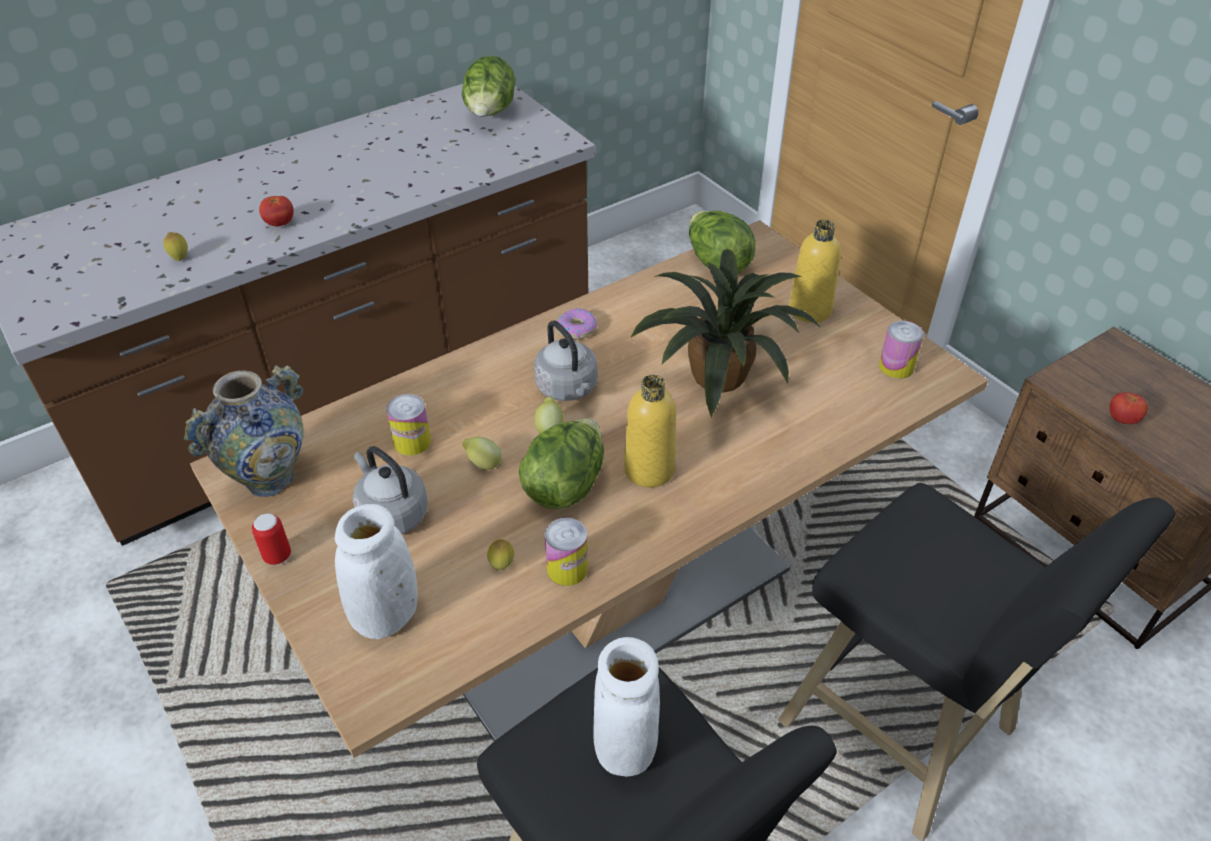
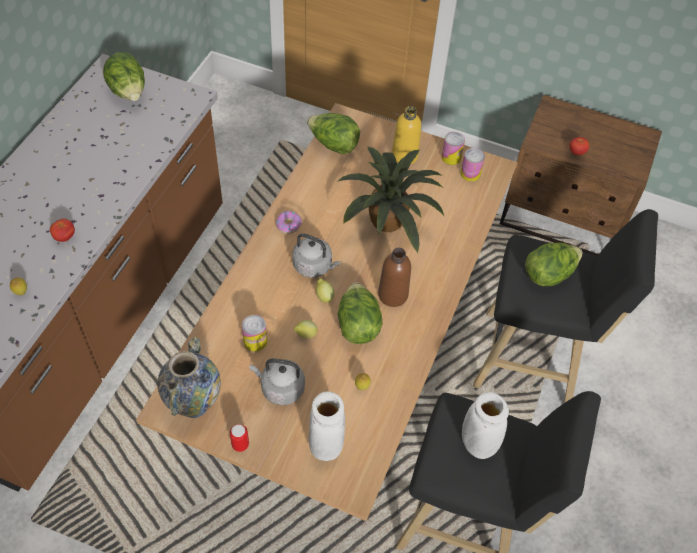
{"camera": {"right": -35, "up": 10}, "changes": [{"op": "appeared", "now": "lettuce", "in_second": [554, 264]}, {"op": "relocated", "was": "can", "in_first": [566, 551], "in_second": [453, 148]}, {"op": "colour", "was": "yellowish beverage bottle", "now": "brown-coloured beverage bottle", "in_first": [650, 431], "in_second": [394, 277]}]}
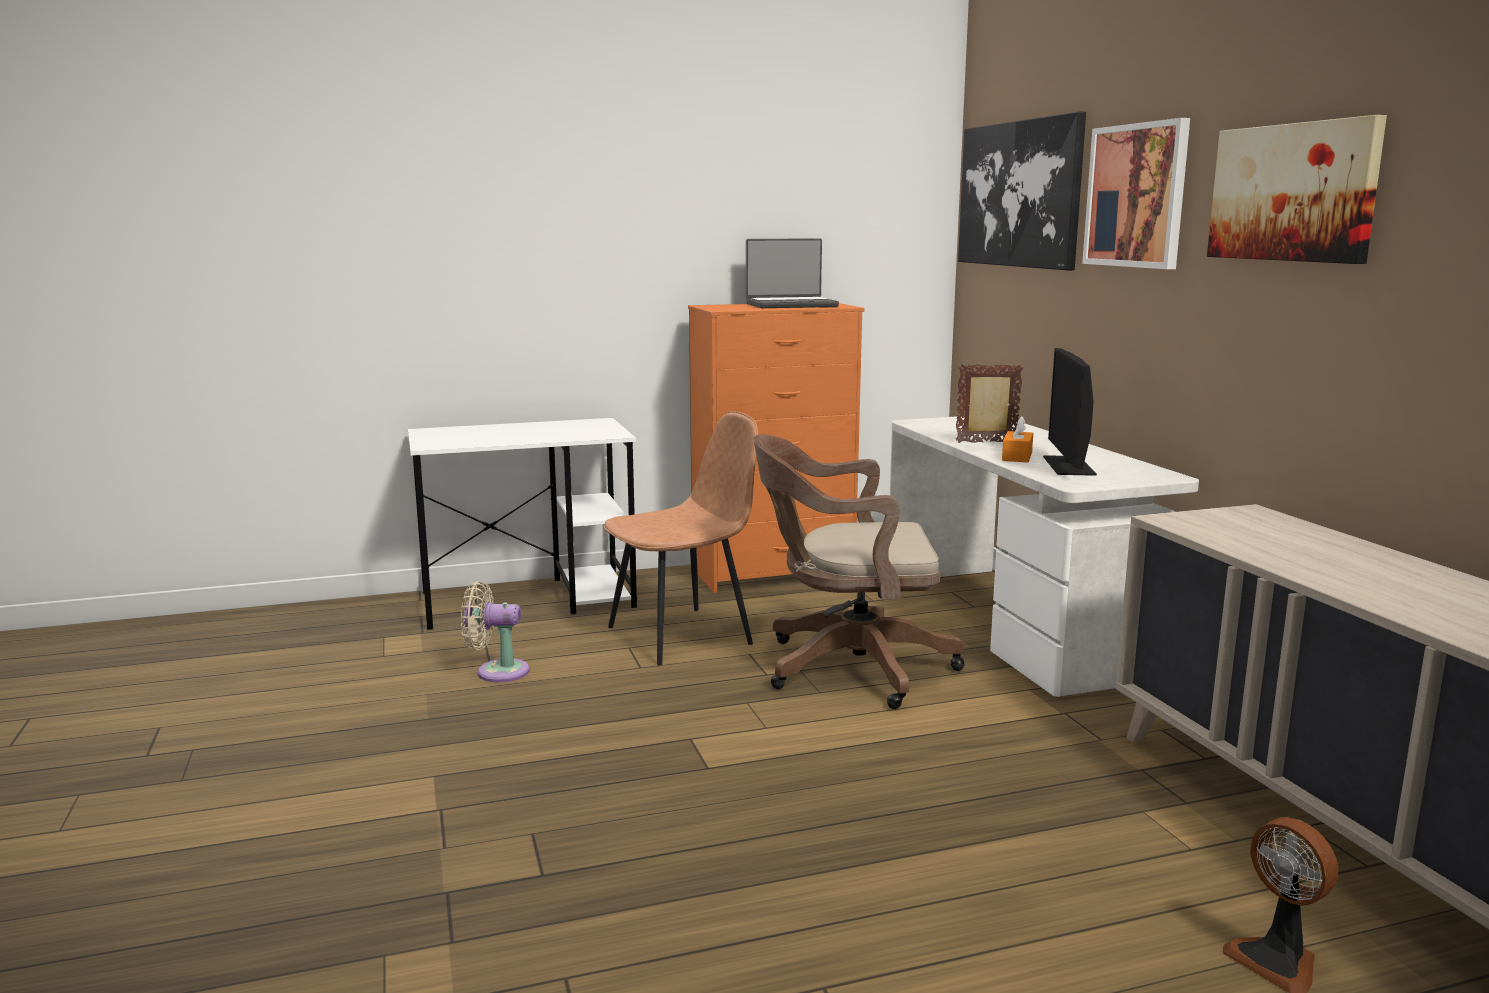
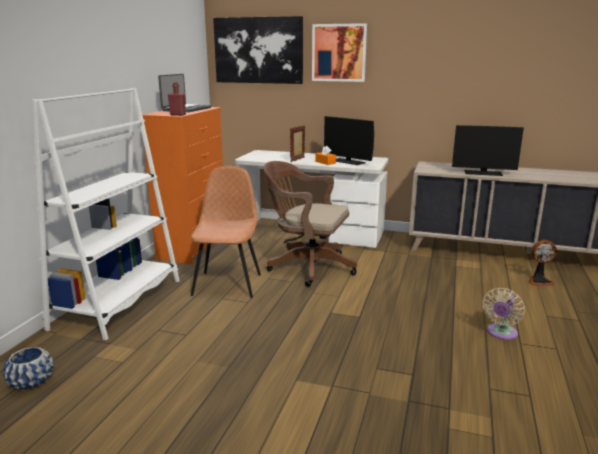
{"camera": {"right": -55, "up": 5}, "changes": [{"op": "missing", "was": "picture", "in_first": [1297, 189]}, {"op": "appeared", "now": "bluish flower pot", "in_second": [28, 368]}, {"op": "appeared", "now": "red-coloured beverage bottle", "in_second": [177, 99]}, {"op": "appeared", "now": "computer screen", "in_second": [488, 150]}, {"op": "relocated", "was": "beige cooling fan", "in_first": [495, 631], "in_second": [504, 314]}, {"op": "exchanged", "was": "white desk unit", "now": "white bookcase", "in_first": [522, 524], "in_second": [106, 214]}, {"op": "spun", "was": "brown-coloured computer chair", "in_first": [859, 571], "in_second": [310, 224], "clockwise": 75}]}
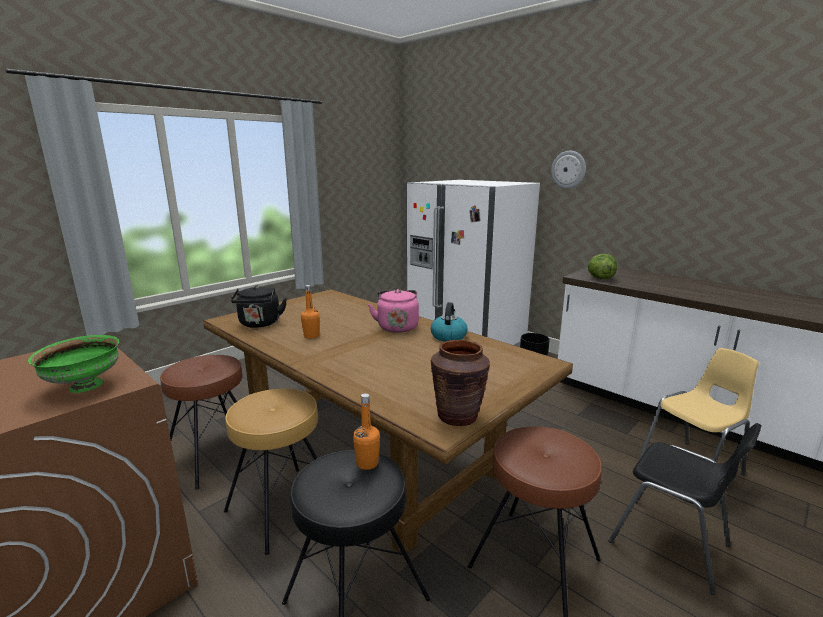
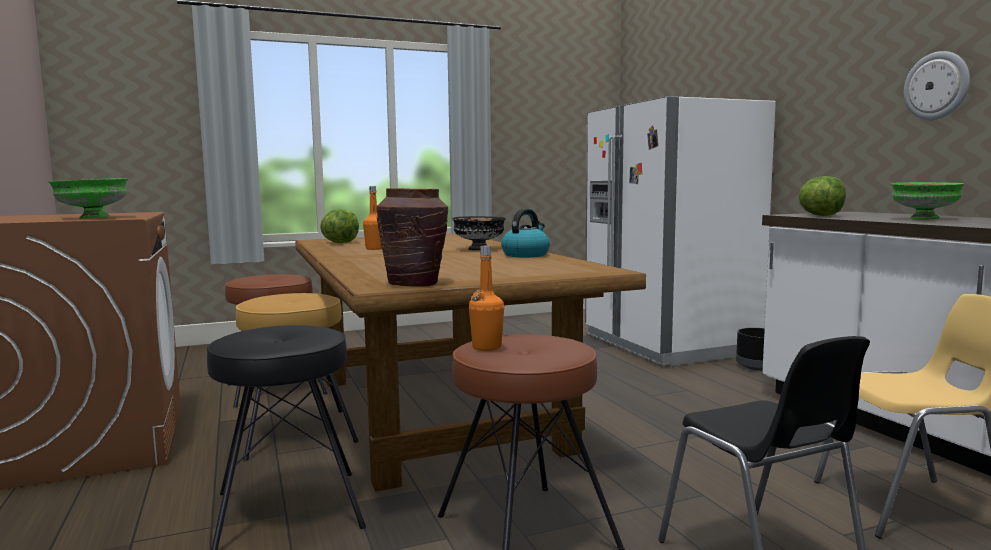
{"camera": {"right": 25, "up": -10}, "changes": [{"op": "appeared", "now": "greenish bowl", "in_second": [928, 201]}, {"op": "relocated", "was": "orangey beverage bottle", "in_first": [366, 431], "in_second": [486, 298]}, {"op": "relocated", "was": "wall clock", "in_first": [568, 170], "in_second": [937, 85]}, {"op": "exchanged", "was": "blackish kettle", "now": "lettuce", "in_first": [259, 306], "in_second": [339, 226]}, {"op": "exchanged", "was": "pinkish kettle", "now": "blackish bowl", "in_first": [393, 311], "in_second": [479, 233]}]}
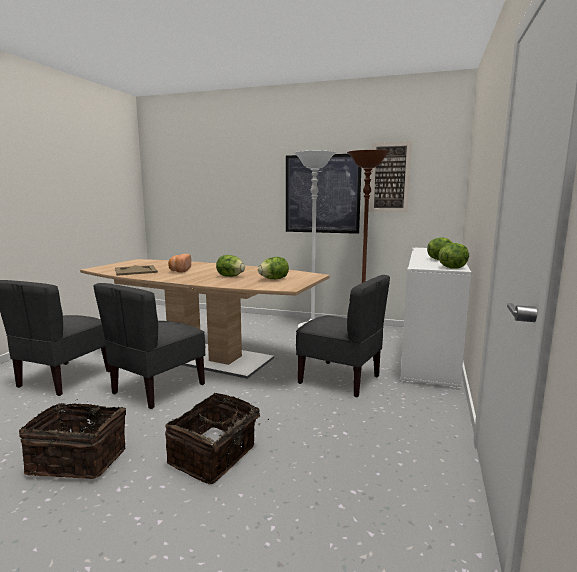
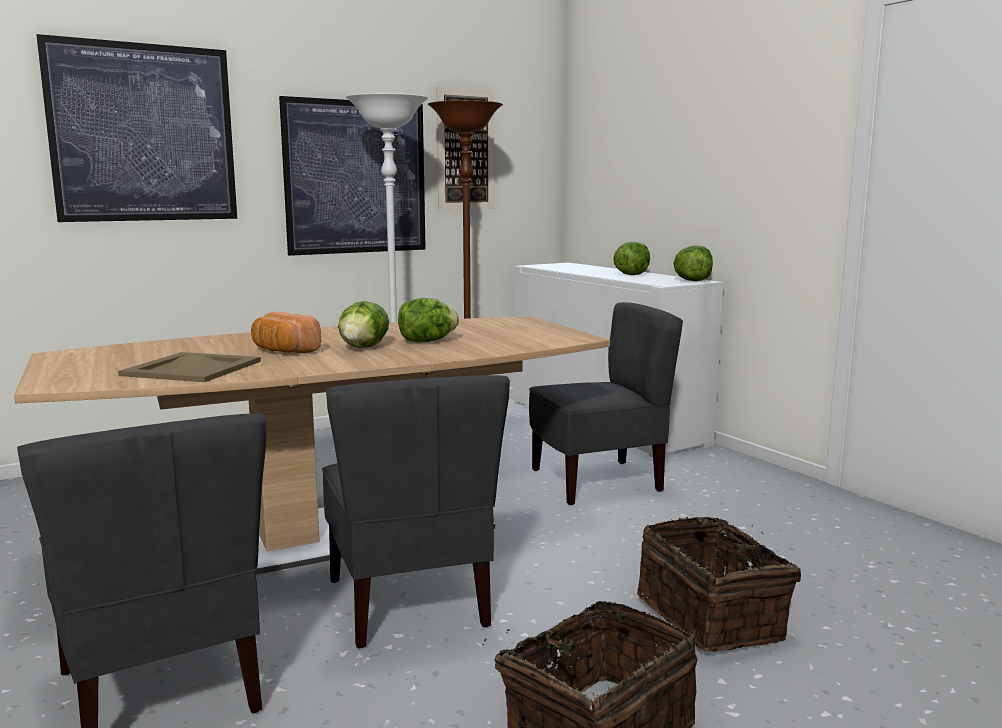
{"camera": {"right": -50, "up": 0}, "changes": [{"op": "appeared", "now": "picture", "in_second": [137, 128]}, {"op": "relocated", "was": "lettuce", "in_first": [273, 268], "in_second": [363, 324]}]}
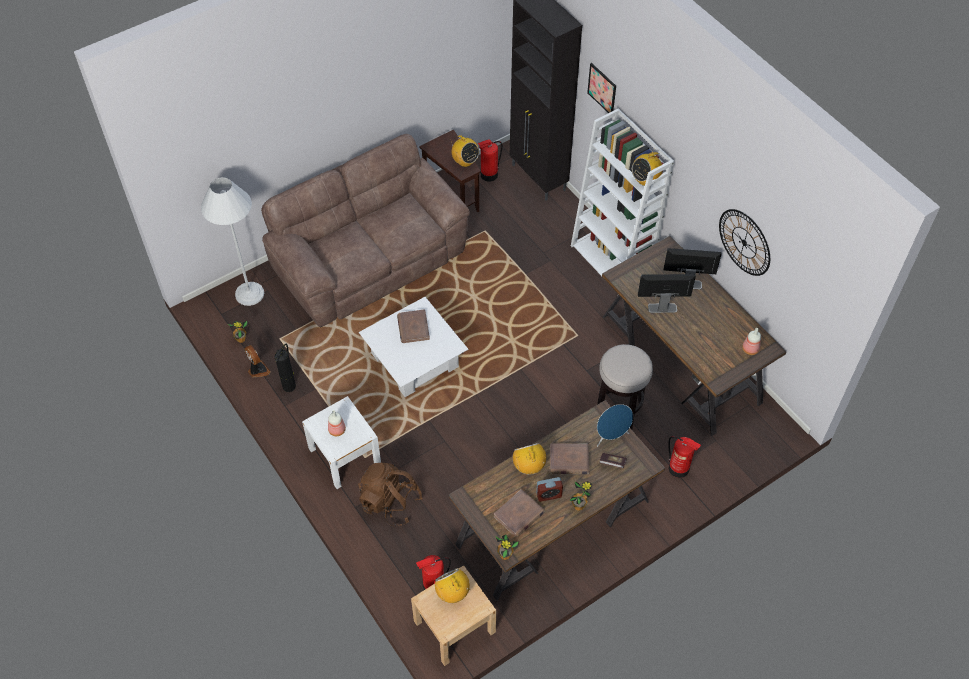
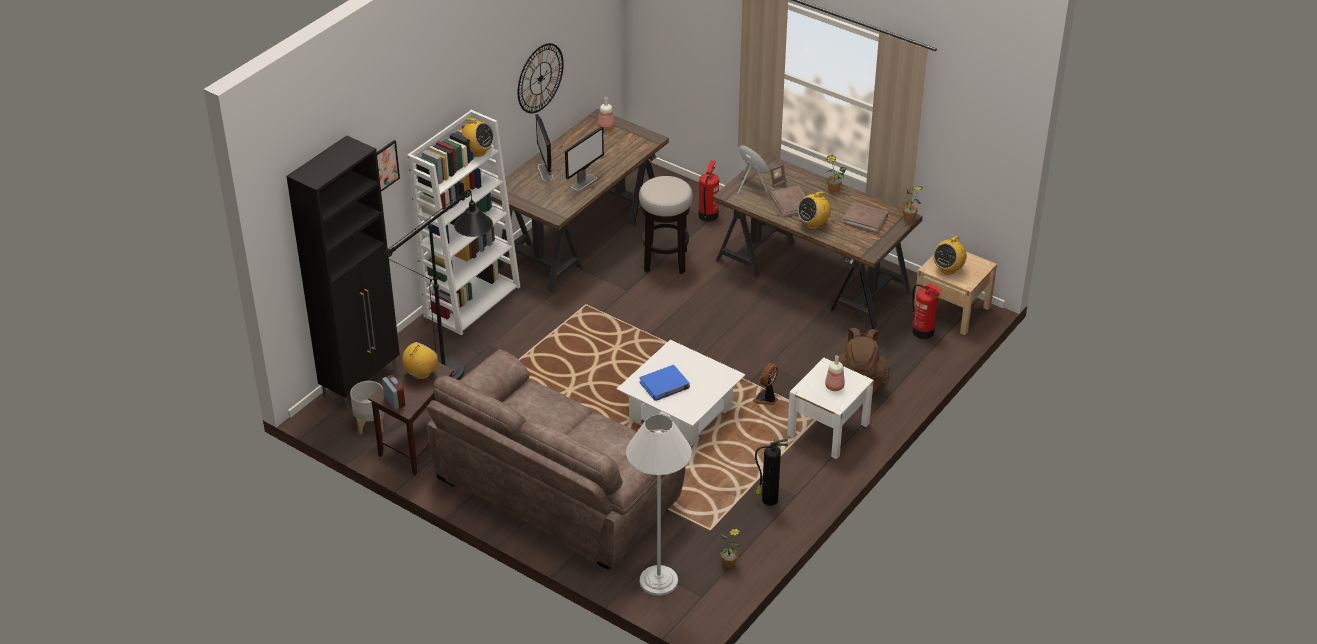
{"camera": {"right": -110, "up": -15}, "changes": [{"op": "appeared", "now": "blackish floor lamp", "in_second": [438, 284]}, {"op": "relocated", "was": "cooling fan", "in_first": [257, 361], "in_second": [765, 384]}, {"op": "relocated", "was": "bedside clock", "in_first": [549, 489], "in_second": [393, 392]}, {"op": "exchanged", "was": "extinguisher", "now": "greyish flower pot", "in_first": [490, 161], "in_second": [367, 407]}, {"op": "colour", "was": "brown-coloured volume", "now": "bluish volume", "in_first": [413, 326], "in_second": [664, 383]}, {"op": "spun", "was": "computer screen", "in_first": [667, 293], "in_second": [584, 158], "clockwise": -120}]}
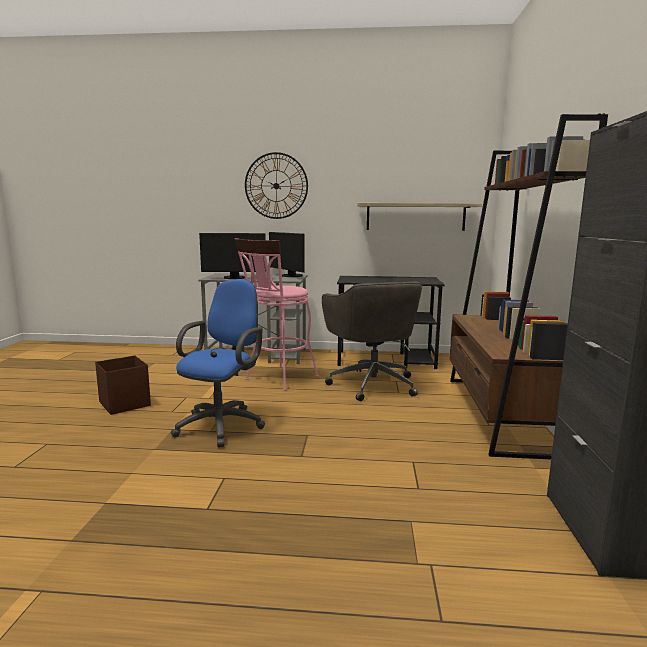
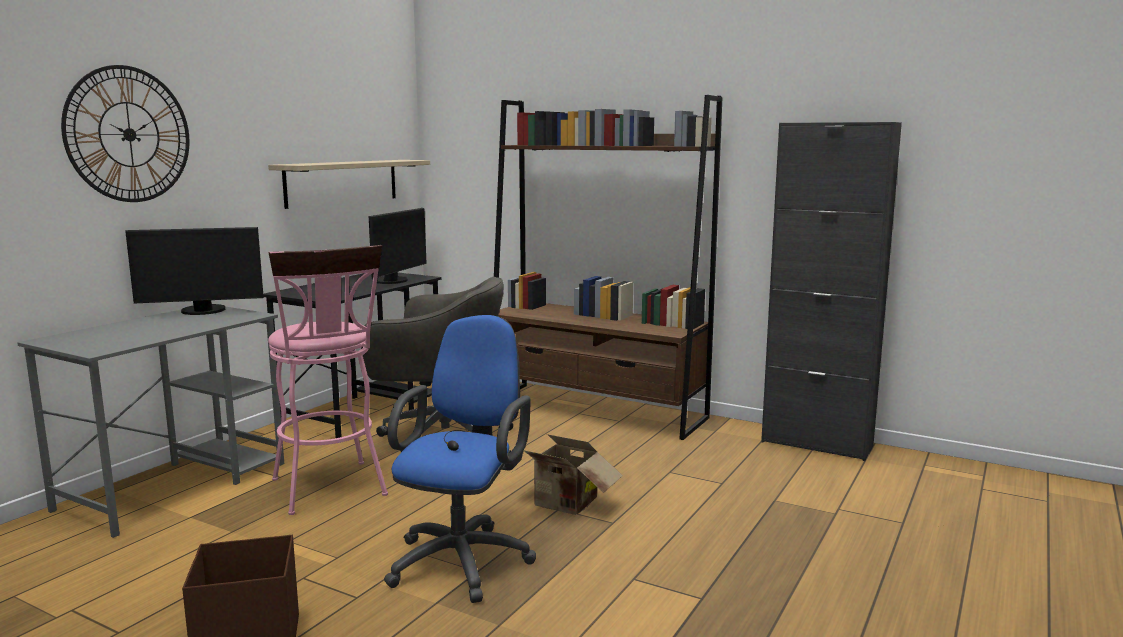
{"camera": {"right": -65, "up": 0}, "changes": [{"op": "appeared", "now": "packing box", "in_second": [567, 474]}, {"op": "relocated", "was": "computer screen", "in_first": [232, 256], "in_second": [398, 246]}, {"op": "spun", "was": "bluish computer chair", "in_first": [218, 363], "in_second": [460, 459], "clockwise": 60}]}
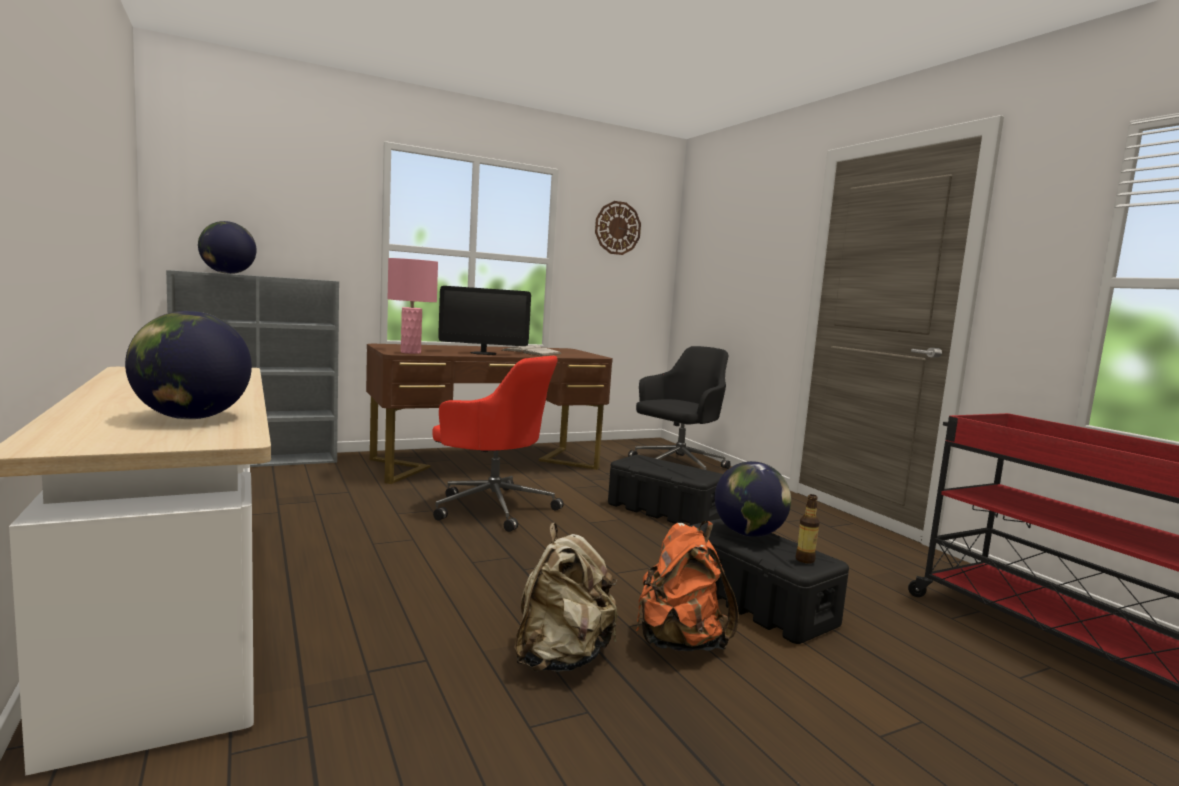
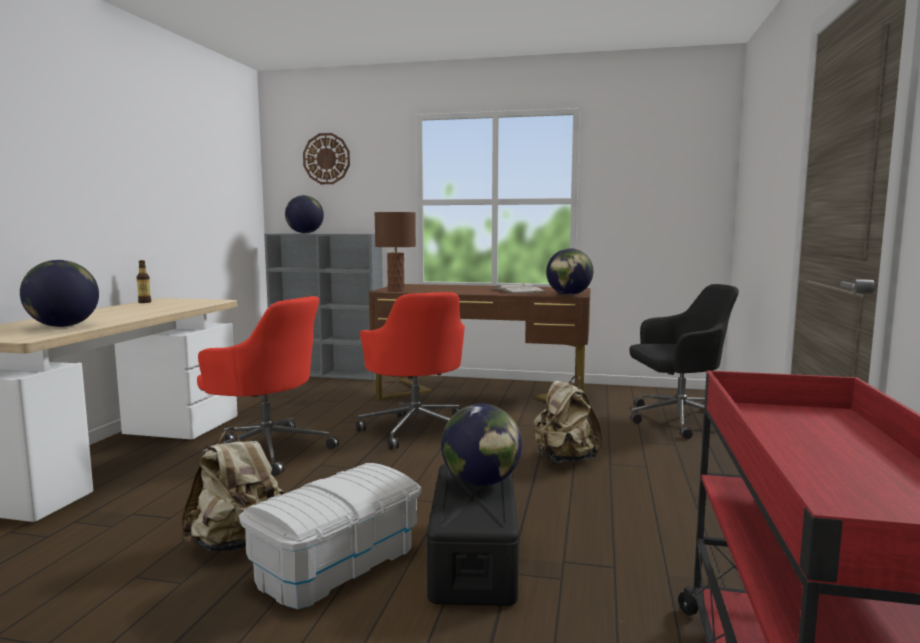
{"camera": {"right": 40, "up": 0}, "changes": [{"op": "missing", "was": "computer screen", "in_first": [484, 320]}, {"op": "appeared", "now": "red-coloured computer chair", "in_second": [268, 386]}, {"op": "appeared", "now": "globe", "in_second": [569, 271]}, {"op": "relocated", "was": "wall clock", "in_first": [618, 228], "in_second": [326, 158]}, {"op": "relocated", "was": "beverage bottle", "in_first": [807, 528], "in_second": [144, 281]}, {"op": "exchanged", "was": "blackish storage box", "now": "beige backpack", "in_first": [665, 490], "in_second": [568, 419]}, {"op": "exchanged", "was": "orangey backpack", "now": "white storage box", "in_first": [687, 586], "in_second": [330, 536]}, {"op": "colour", "was": "pinkish table lamp", "now": "brown-coloured table lamp", "in_first": [412, 306], "in_second": [395, 252]}]}
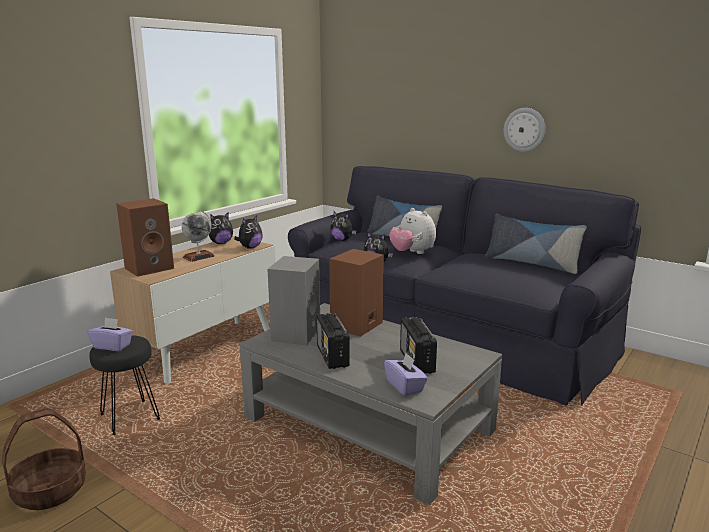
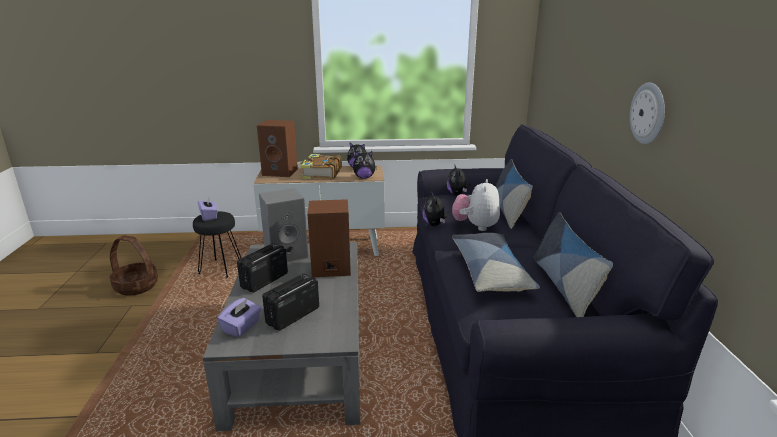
{"camera": {"right": 50, "up": 5}, "changes": [{"op": "appeared", "now": "throw pillow", "in_second": [496, 262]}, {"op": "exchanged", "was": "globe", "now": "volume", "in_first": [198, 236], "in_second": [320, 166]}]}
